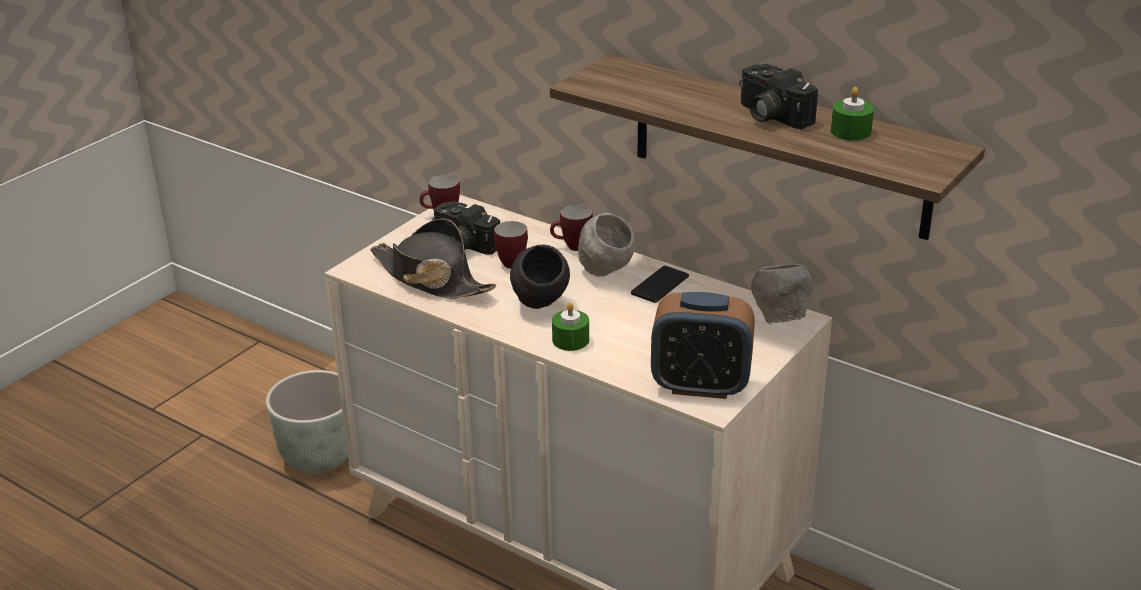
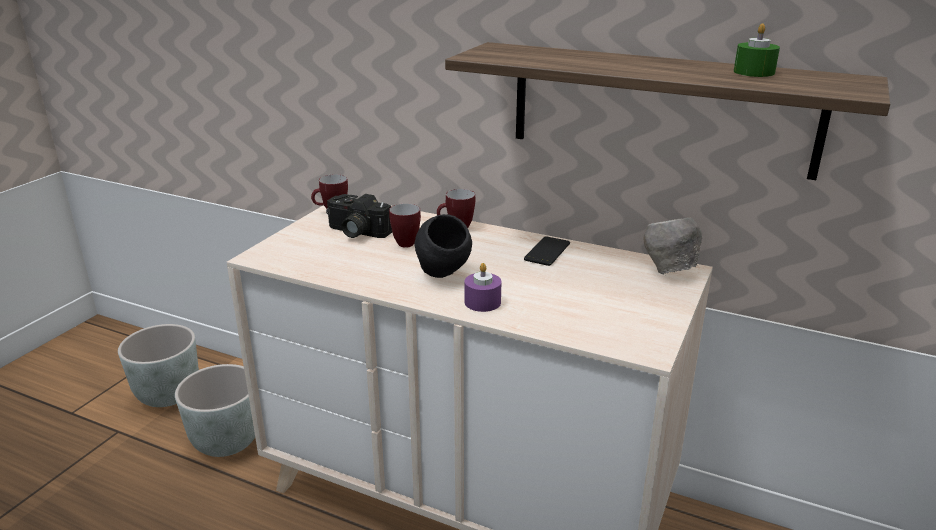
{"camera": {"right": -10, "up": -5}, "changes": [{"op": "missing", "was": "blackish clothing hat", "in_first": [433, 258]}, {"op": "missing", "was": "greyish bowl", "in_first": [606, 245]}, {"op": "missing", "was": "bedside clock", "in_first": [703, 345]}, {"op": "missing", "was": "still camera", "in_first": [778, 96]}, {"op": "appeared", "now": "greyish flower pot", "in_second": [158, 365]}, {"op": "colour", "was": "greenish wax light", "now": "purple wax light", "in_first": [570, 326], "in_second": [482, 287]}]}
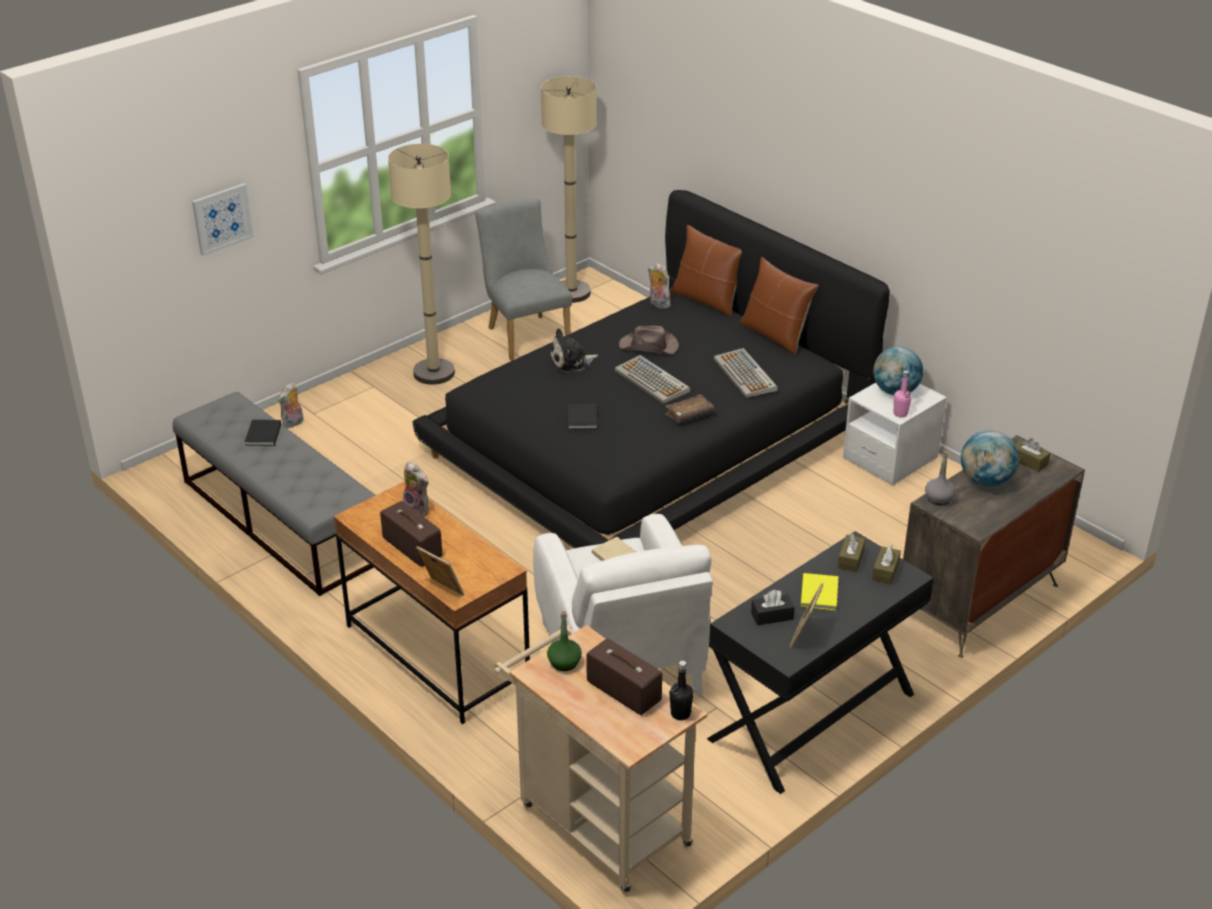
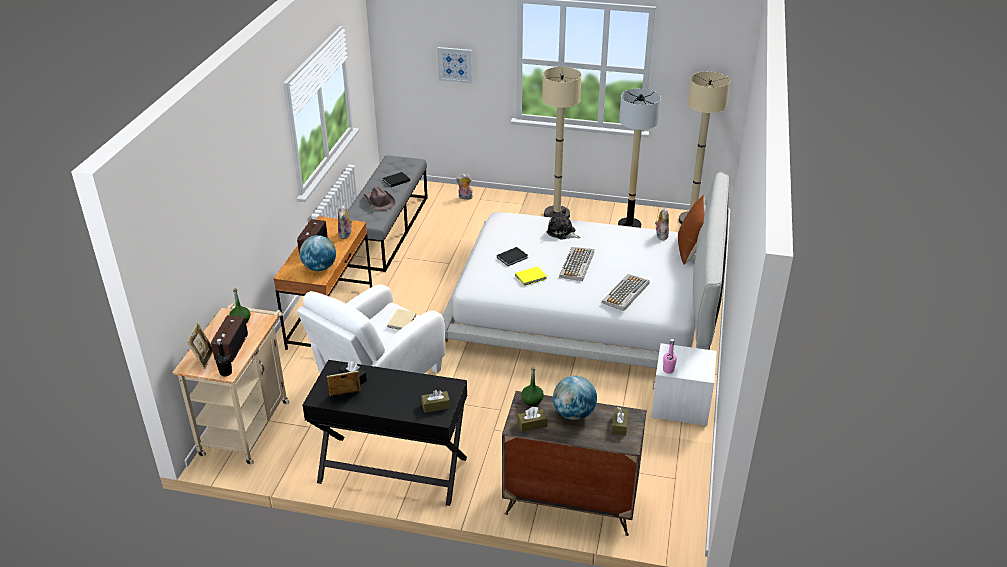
{"camera": {"right": 55, "up": 0}, "changes": [{"op": "missing", "was": "brown-coloured volume", "in_first": [689, 409]}, {"op": "missing", "was": "brown-coloured throw pillow", "in_first": [779, 306]}, {"op": "relocated", "was": "photo frame", "in_first": [440, 571], "in_second": [200, 346]}, {"op": "relocated", "was": "brown-coloured clothing hat", "in_first": [649, 340], "in_second": [380, 198]}, {"op": "relocated", "was": "yellowish volume", "in_first": [819, 592], "in_second": [531, 276]}, {"op": "relocated", "was": "brown-coloured tissue holder", "in_first": [851, 552], "in_second": [532, 419]}, {"op": "relocated", "was": "globe", "in_first": [898, 370], "in_second": [318, 253]}, {"op": "exchanged", "was": "greyish plain chair", "now": "floor lamp", "in_first": [524, 279], "in_second": [639, 158]}, {"op": "colour", "was": "blackish bed", "now": "white bed", "in_first": [651, 369], "in_second": [585, 270]}, {"op": "colour", "was": "greyish beverage bottle", "now": "greenish beverage bottle", "in_first": [940, 478], "in_second": [532, 386]}]}
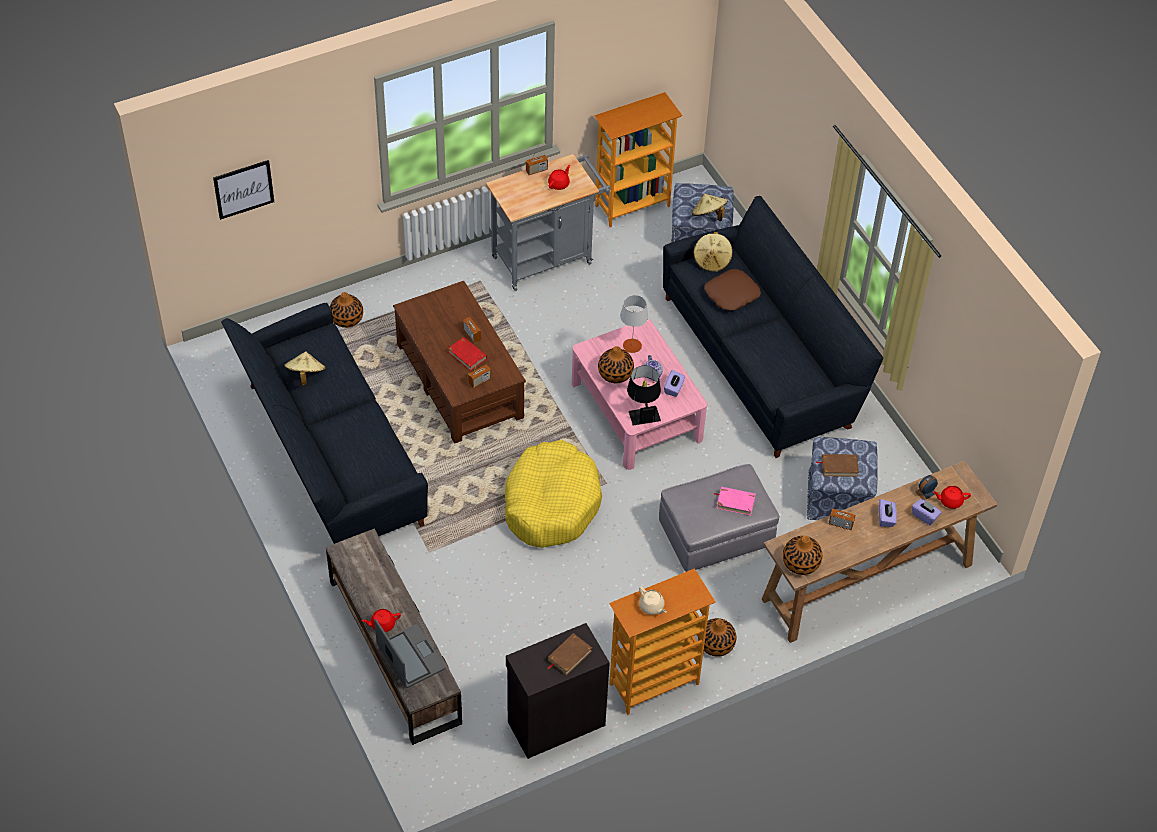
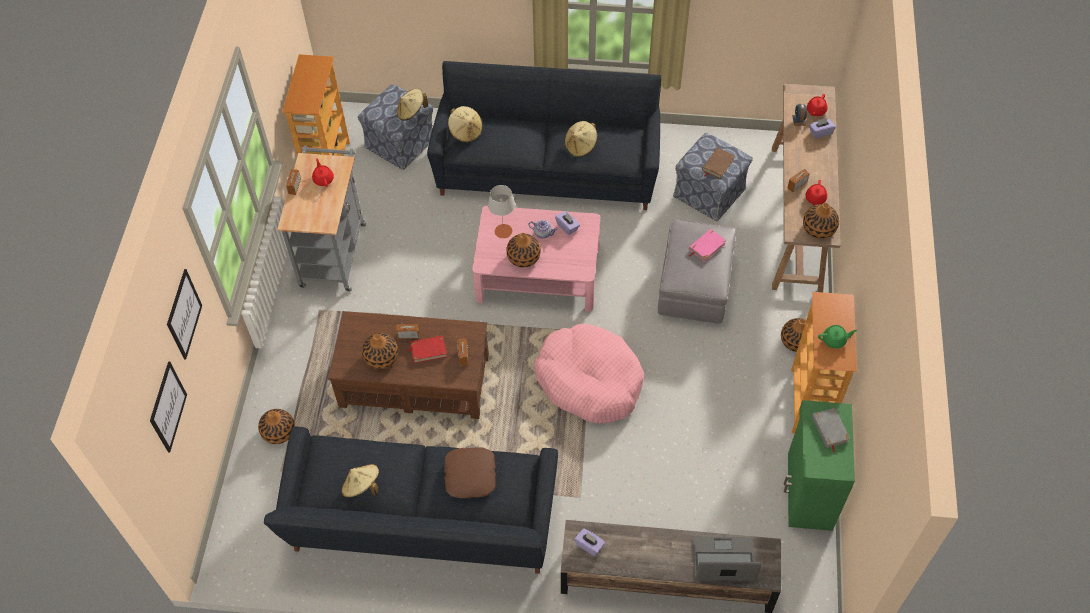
{"camera": {"right": -55, "up": 5}, "changes": [{"op": "missing", "was": "blackish table lamp", "in_first": [644, 395]}, {"op": "appeared", "now": "picture", "in_second": [184, 314]}, {"op": "appeared", "now": "vase", "in_second": [380, 351]}, {"op": "appeared", "now": "beige clothing hat", "in_second": [581, 139]}, {"op": "relocated", "was": "red-coloured tea pot", "in_first": [381, 620], "in_second": [816, 192]}, {"op": "relocated", "was": "brown-coloured throw pillow", "in_first": [732, 290], "in_second": [470, 472]}, {"op": "relocated", "was": "purple tissue holder", "in_first": [888, 513], "in_second": [589, 542]}, {"op": "colour", "was": "yellowish dog bed", "now": "pinkish dog bed", "in_first": [553, 494], "in_second": [589, 373]}, {"op": "colour", "was": "blackish storage cabinet", "now": "greenish storage cabinet", "in_first": [558, 691], "in_second": [819, 465]}, {"op": "colour", "was": "brown-coloured volume", "now": "greyish volume", "in_first": [569, 654], "in_second": [831, 430]}, {"op": "colour", "was": "beige tea pot", "now": "greenish tea pot", "in_first": [653, 600], "in_second": [837, 336]}]}
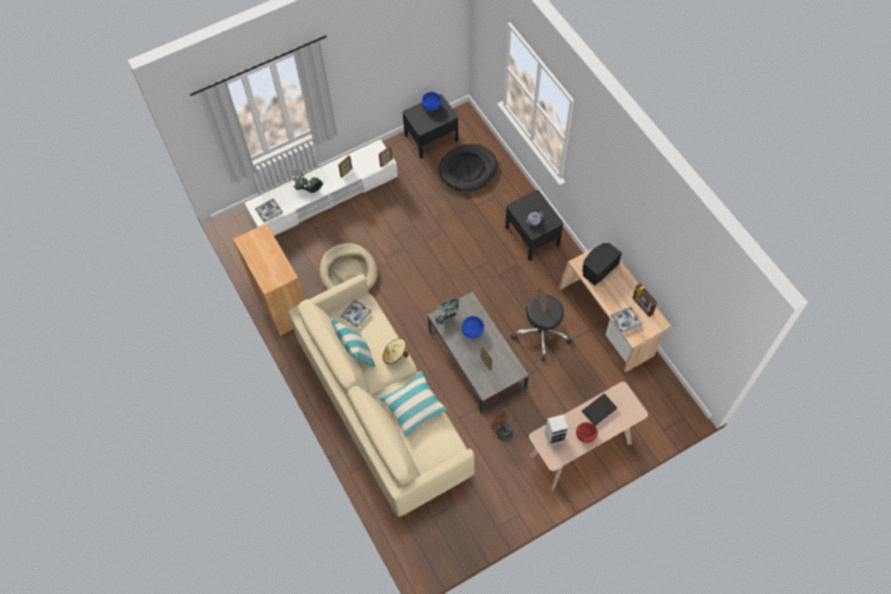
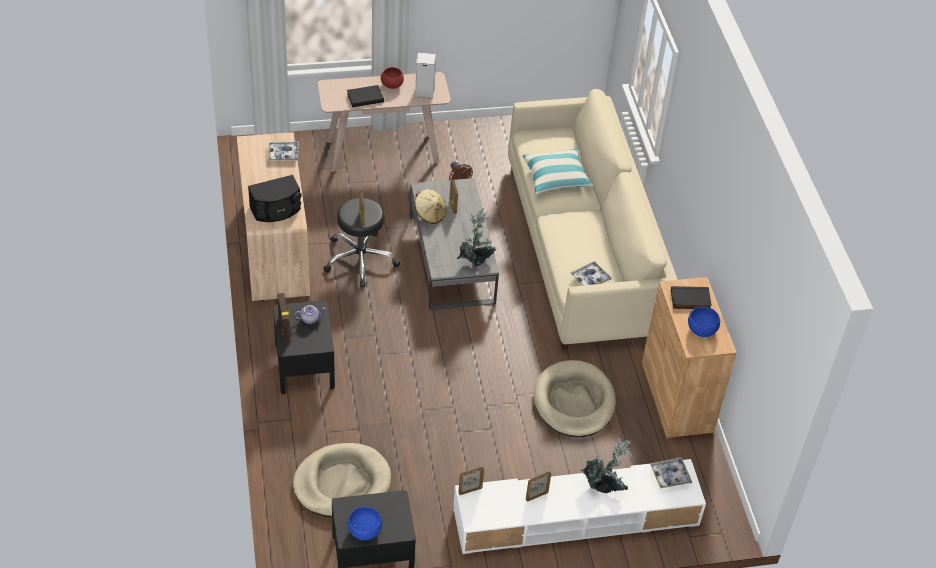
{"camera": {"right": -165, "up": -15}, "changes": [{"op": "missing", "was": "throw pillow", "in_first": [353, 343]}, {"op": "appeared", "now": "blackish volume", "in_second": [691, 297]}, {"op": "relocated", "was": "beige clothing hat", "in_first": [395, 351], "in_second": [430, 206]}, {"op": "relocated", "was": "bluish bowl", "in_first": [473, 327], "in_second": [704, 322]}, {"op": "relocated", "was": "photo frame", "in_first": [645, 300], "in_second": [284, 318]}, {"op": "colour", "was": "blackish dog bed", "now": "beige dog bed", "in_first": [468, 168], "in_second": [342, 480]}]}
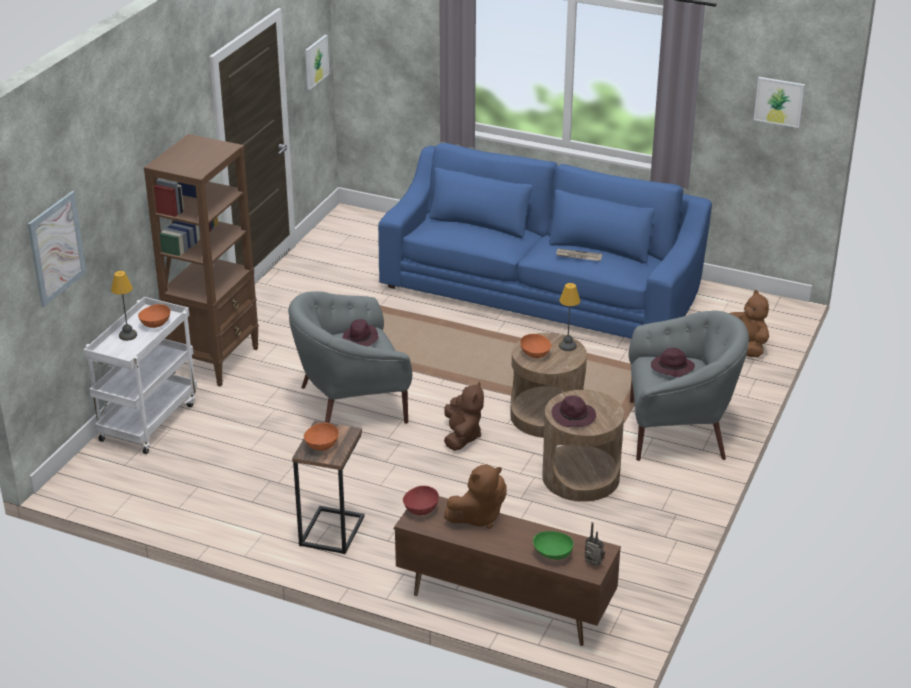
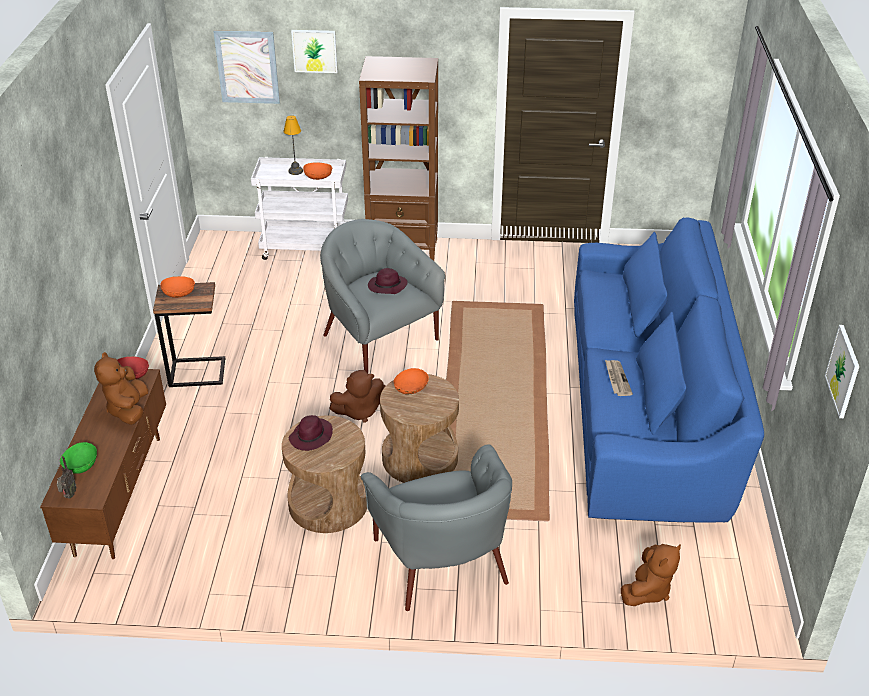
{"camera": {"right": 70, "up": 5}, "changes": [{"op": "missing", "was": "table lamp", "in_first": [569, 317]}, {"op": "missing", "was": "purple clothing hat", "in_first": [673, 362]}, {"op": "relocated", "was": "picture", "in_first": [317, 62], "in_second": [314, 51]}, {"op": "spun", "was": "brown-coloured cuddly toy", "in_first": [475, 496], "in_second": [121, 388], "clockwise": 45}]}
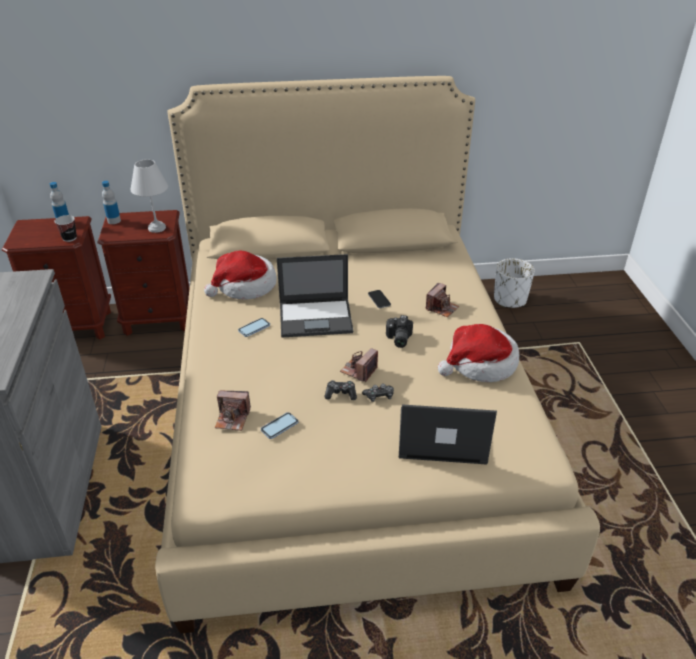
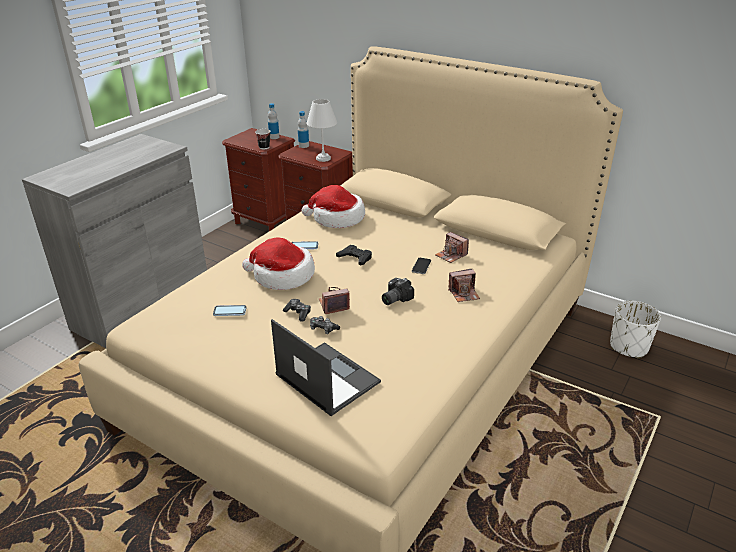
{"camera": {"right": 40, "up": -5}, "changes": [{"op": "relocated", "was": "still camera", "in_first": [233, 411], "in_second": [452, 247]}, {"op": "relocated", "was": "clothing hat", "in_first": [478, 353], "in_second": [278, 264]}, {"op": "exchanged", "was": "notebook computer", "now": "blackish gamepad", "in_first": [315, 296], "in_second": [354, 255]}]}
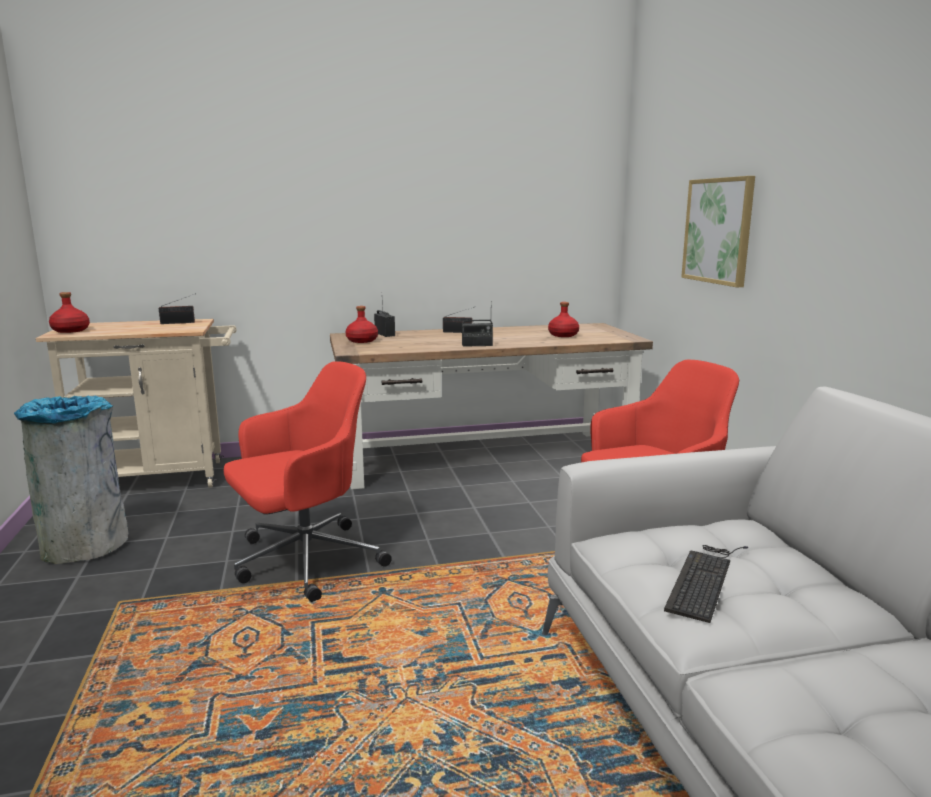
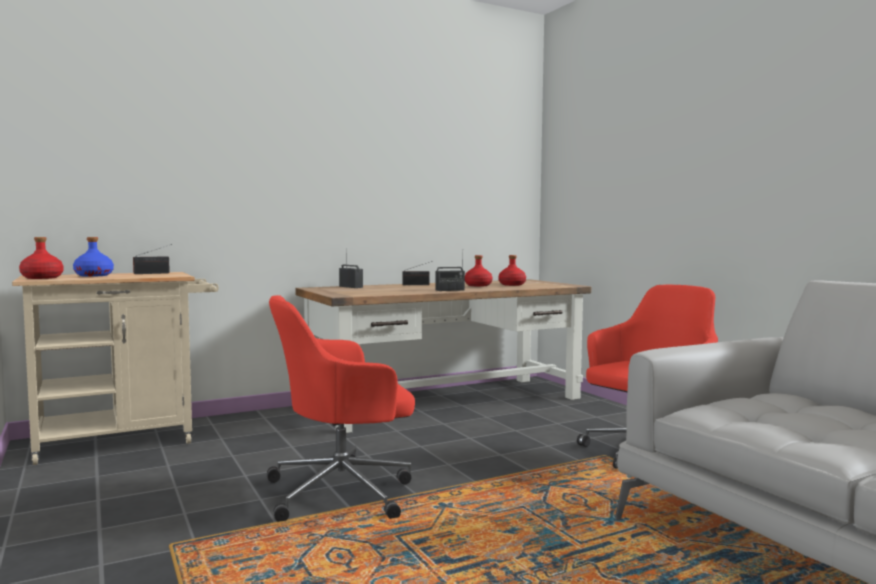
{"camera": {"right": -15, "up": -10}, "changes": [{"op": "missing", "was": "greyish rubbish bin", "in_first": [71, 479]}, {"op": "missing", "was": "keyboard", "in_first": [706, 584]}, {"op": "missing", "was": "picture", "in_first": [718, 231]}, {"op": "appeared", "now": "bluish beverage bottle", "in_second": [93, 257]}, {"op": "relocated", "was": "red-coloured beverage bottle", "in_first": [362, 324], "in_second": [478, 271]}, {"op": "spun", "was": "red-coloured computer chair", "in_first": [308, 481], "in_second": [341, 408], "clockwise": -150}]}
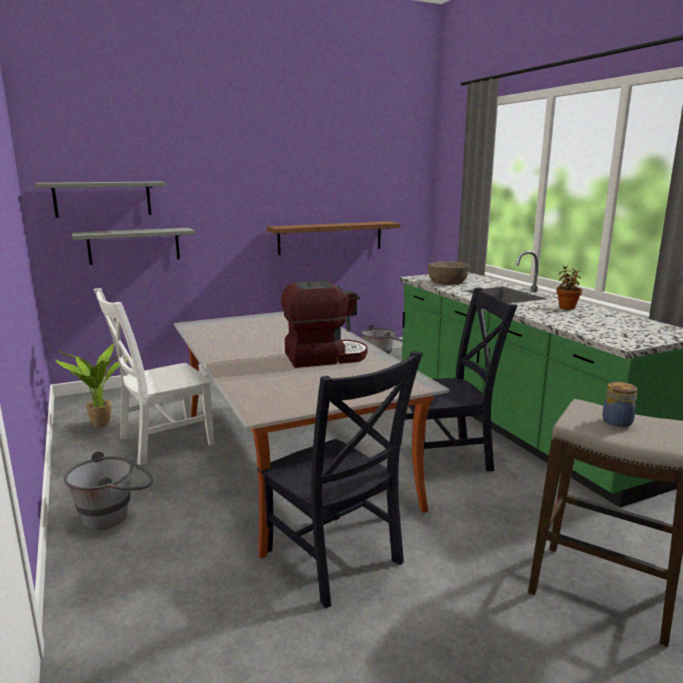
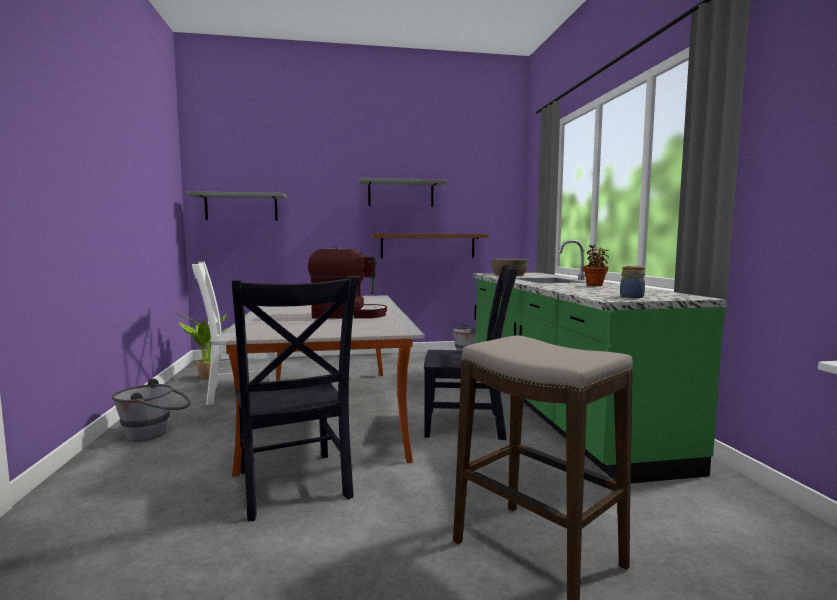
{"camera": {"right": 15, "up": -10}, "changes": [{"op": "relocated", "was": "greyish wall shelf", "in_first": [133, 246], "in_second": [403, 192]}, {"op": "relocated", "was": "preserve jar", "in_first": [620, 404], "in_second": [632, 282]}]}
